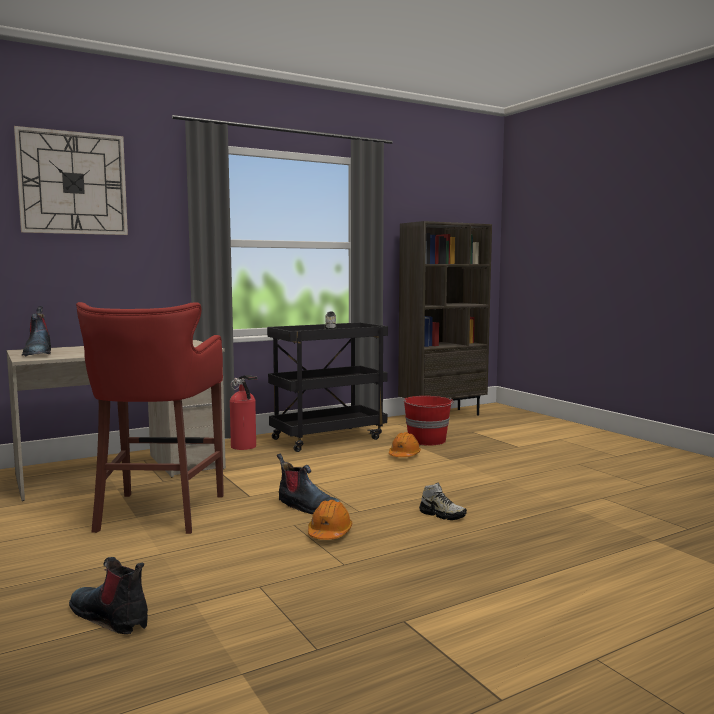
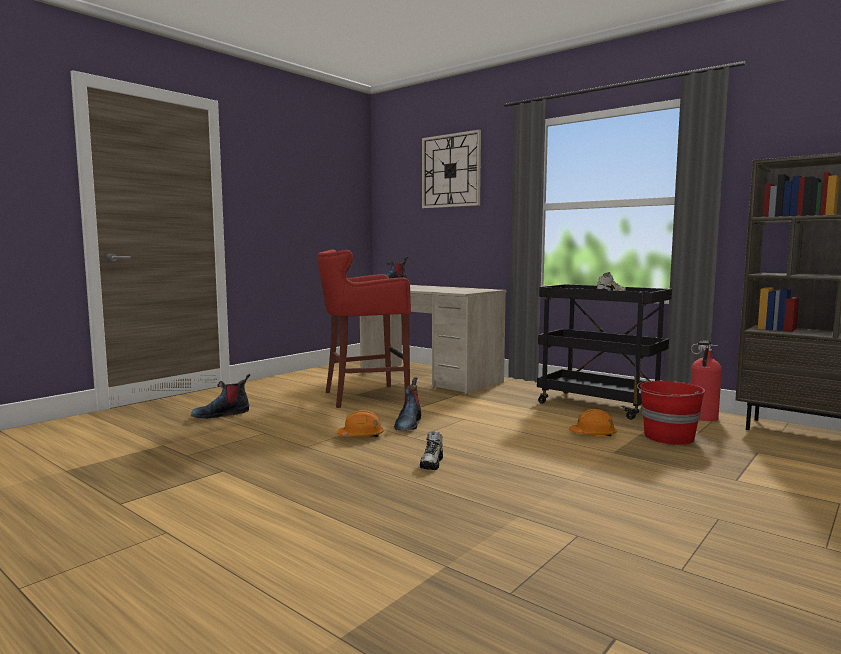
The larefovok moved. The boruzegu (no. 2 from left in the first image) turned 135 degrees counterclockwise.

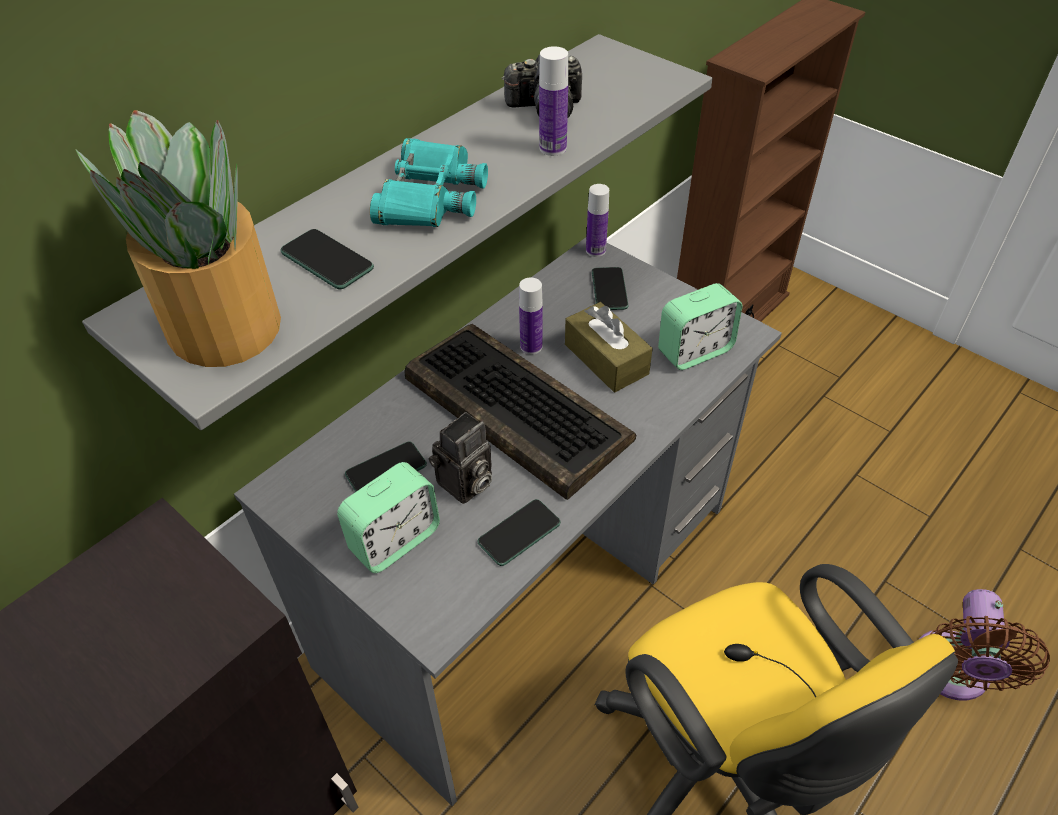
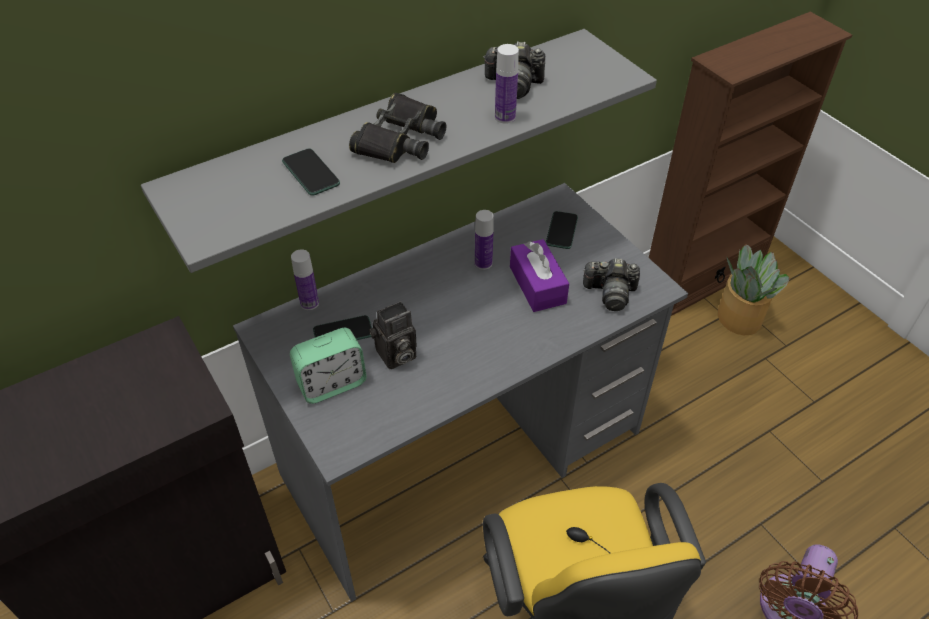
The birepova moved. The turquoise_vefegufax became the black_vefegufax. The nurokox (no. 3 from left in the first image) moved. The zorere (no. 2 from left) was replaced by the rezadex (no. 3 from left). The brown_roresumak became the purple_roresumak. The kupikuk disappeared. The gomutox (no. 3 from left) disappeared.

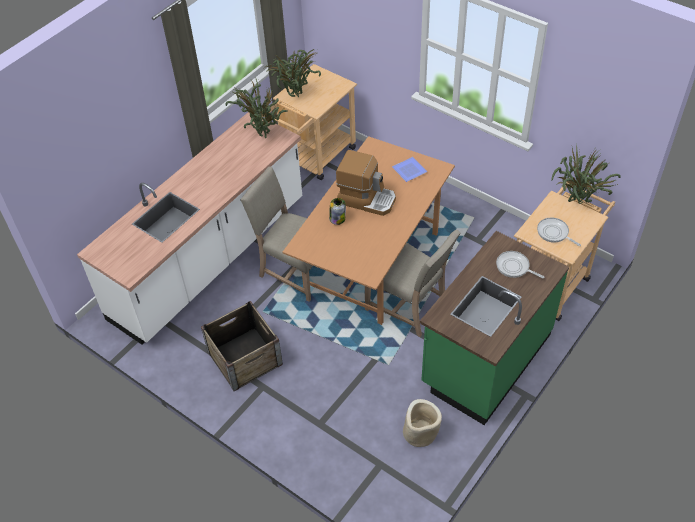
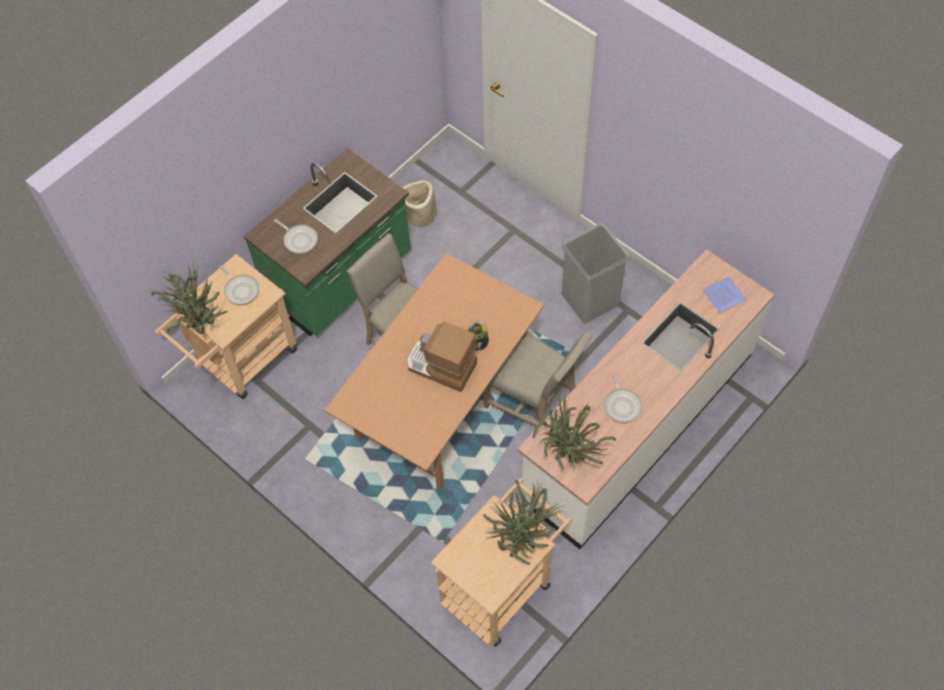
The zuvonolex moved. The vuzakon was replaced by the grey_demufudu. The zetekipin (no. 3 from left) appeared.

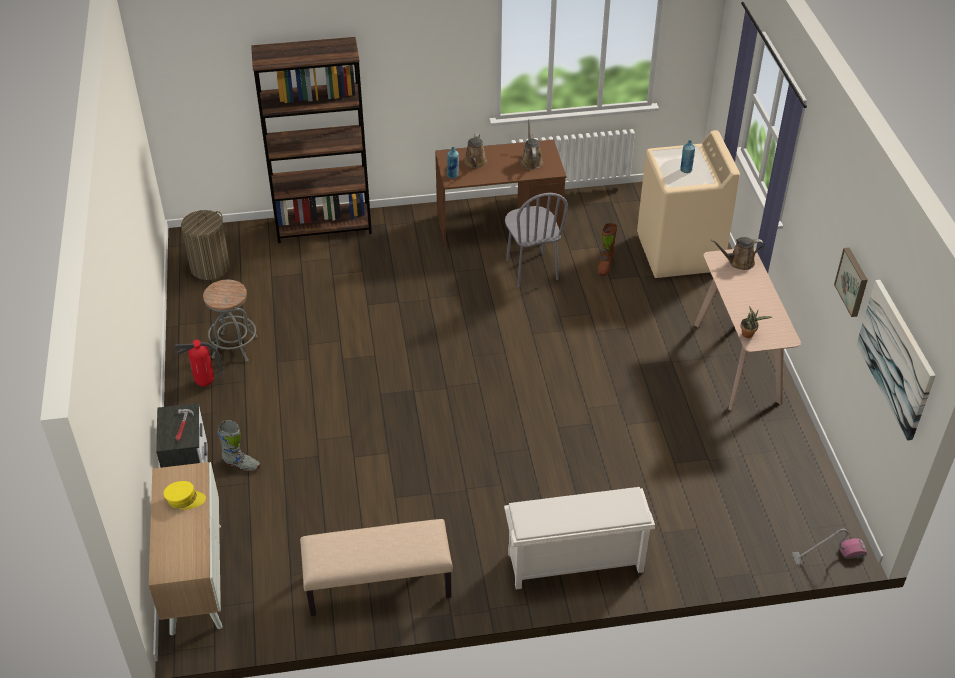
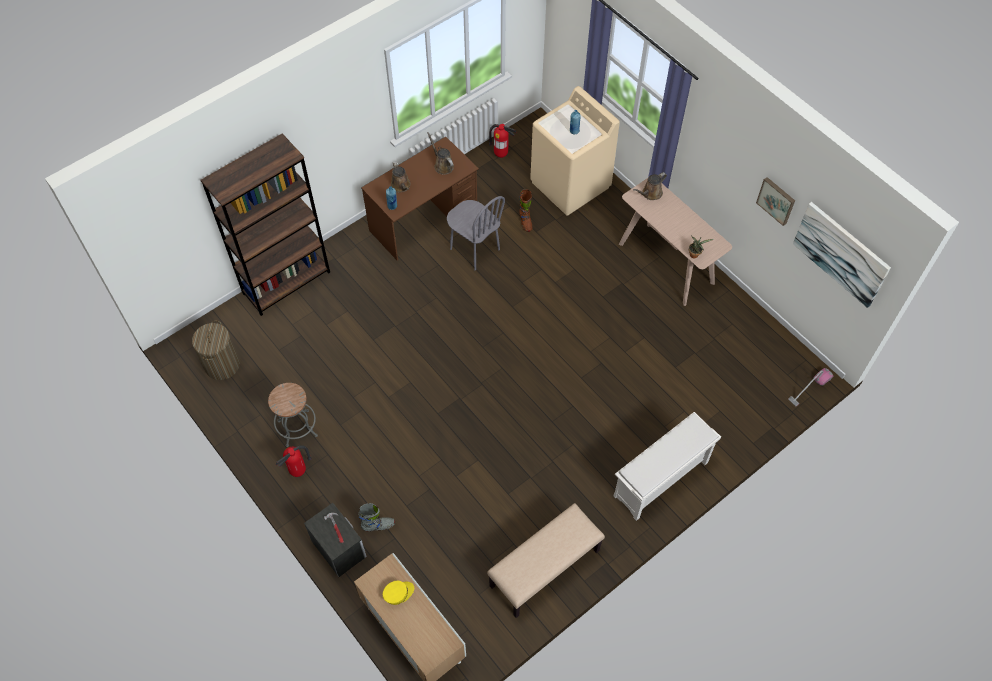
The larefovok (no. 2 from left) appeared.

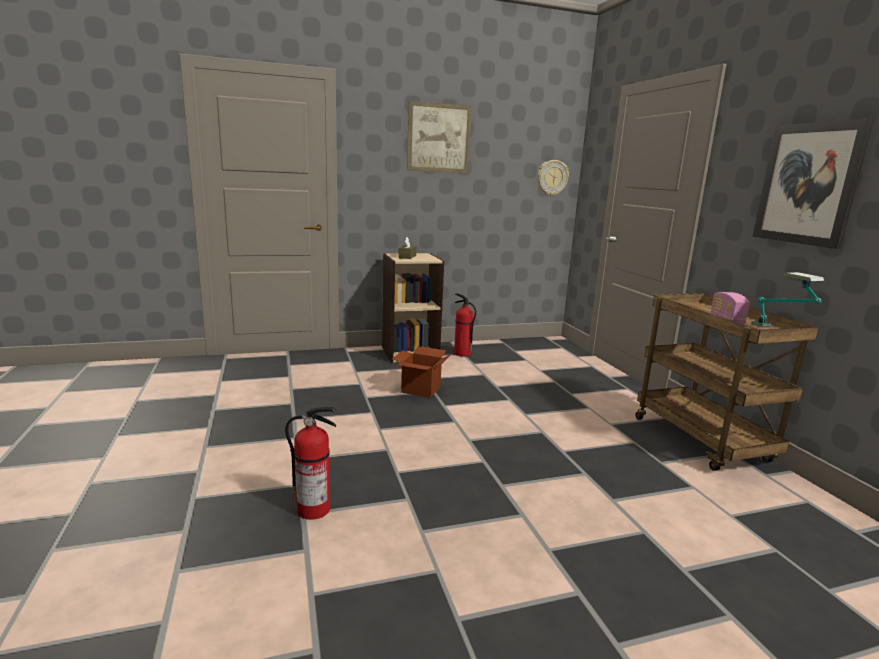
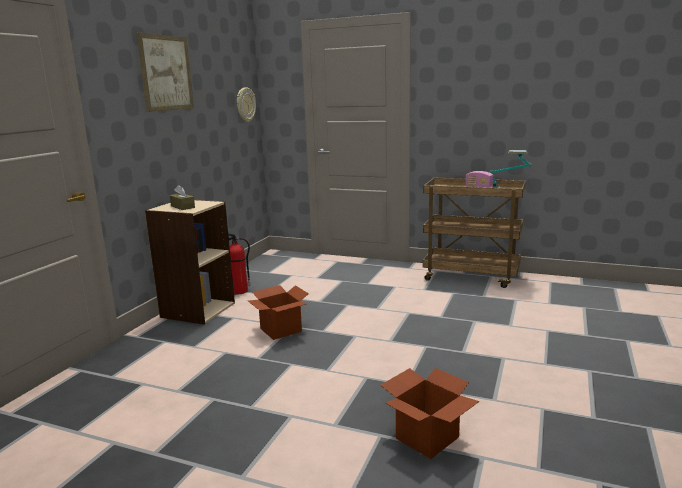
The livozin (no. 2 from left) disappeared. The larefovok (no. 1 from left) was replaced by the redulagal (no. 2 from left).

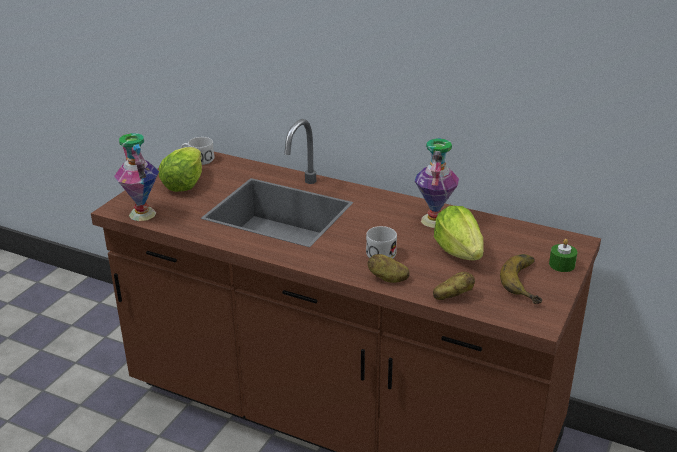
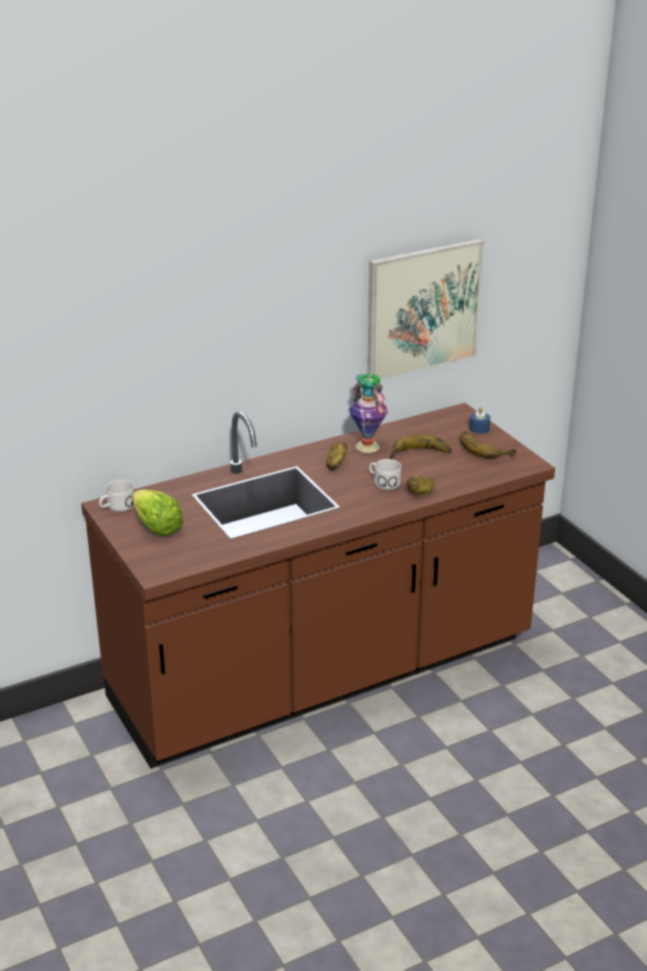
The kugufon (no. 1 from left) disappeared. The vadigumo (no. 2 from left) was replaced by the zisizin (no. 1 from left). The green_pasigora became the blue_pasigora. The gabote (no. 2 from left in the first image) moved. The livozin appeared.

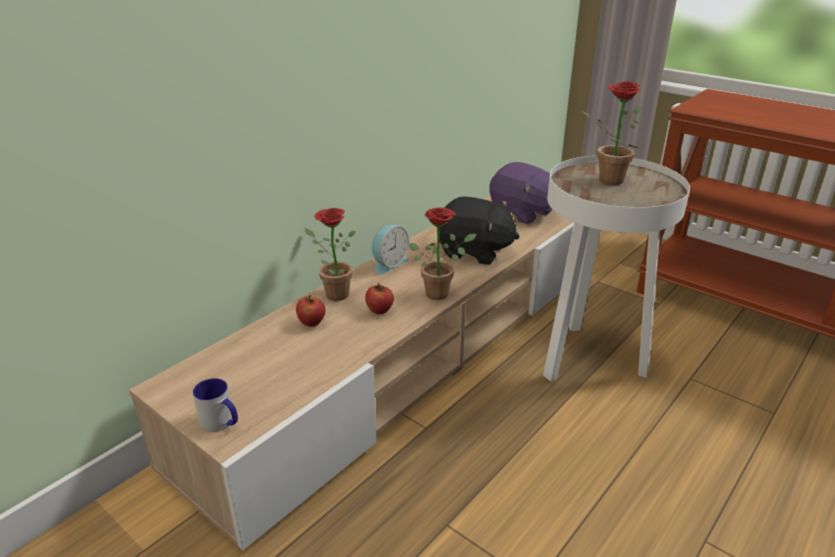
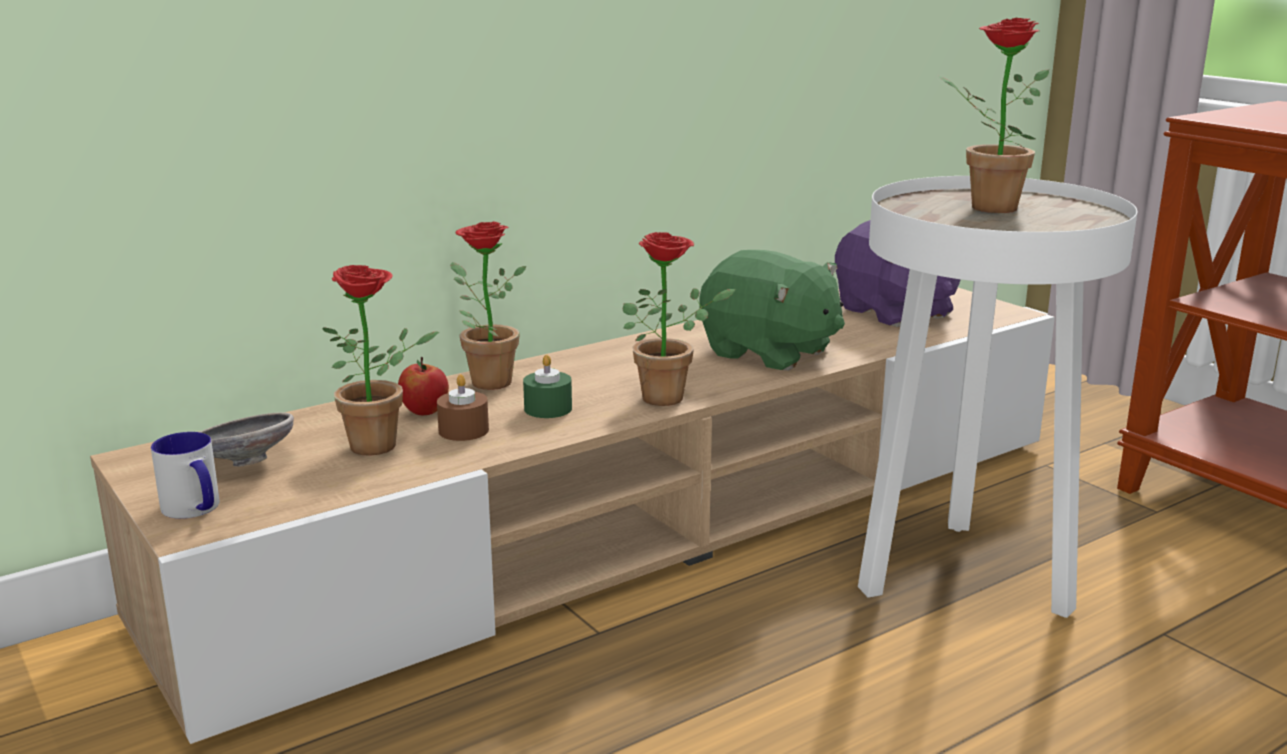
The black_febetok became the green_febetok. The zorere disappeared. The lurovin (no. 2 from left) was replaced by the green_pasigora. The birepova (no. 1 from left) appeared. The brown_pasigora appeared. The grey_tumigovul appeared.

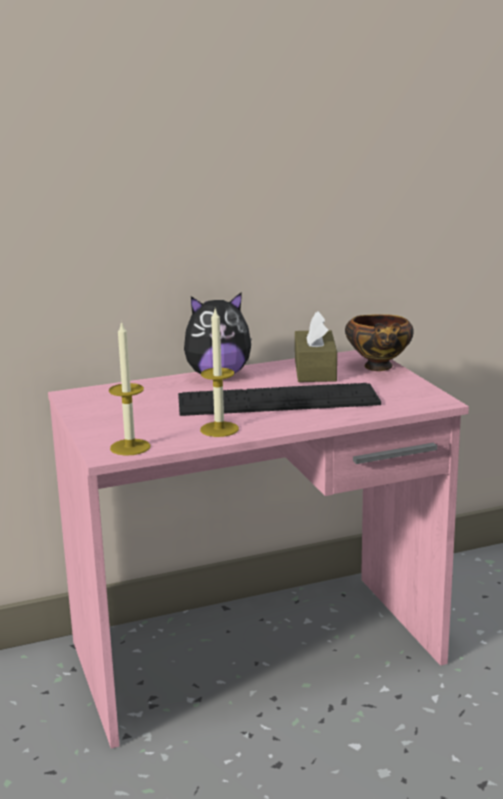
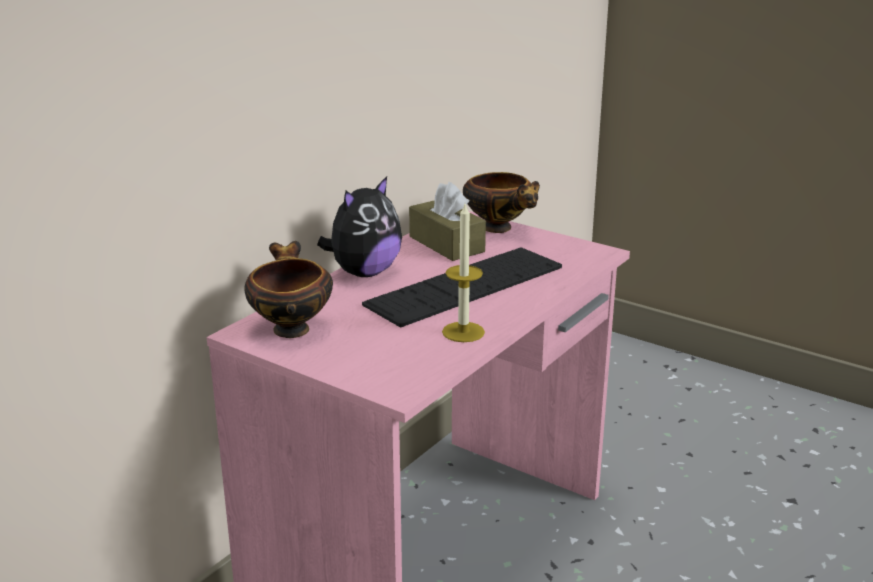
The pasigora (no. 1 from left) disappeared. The tumigovul (no. 1 from left) appeared.

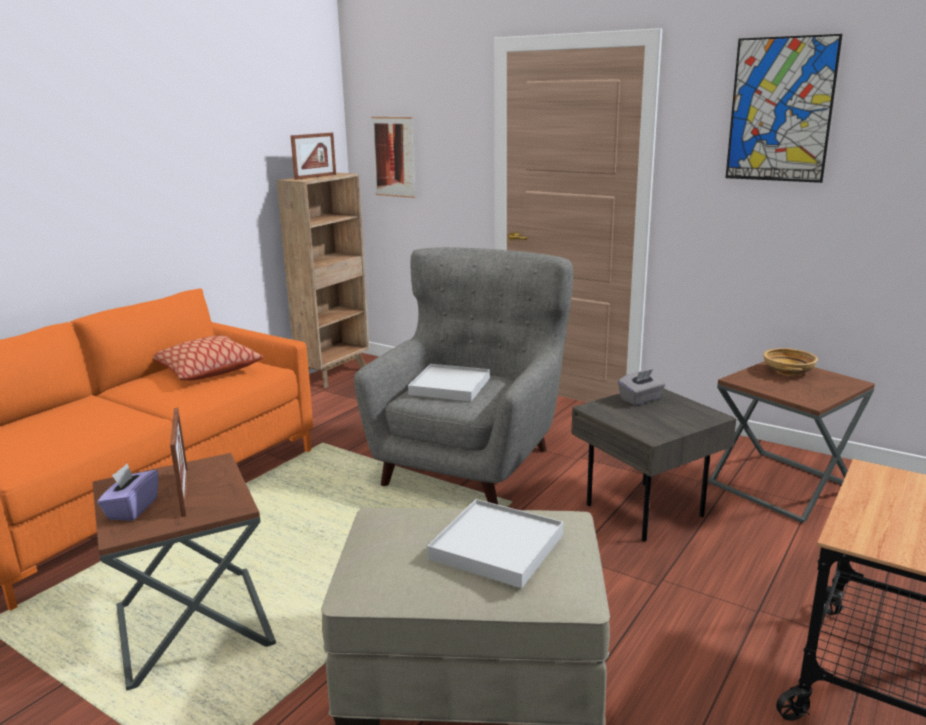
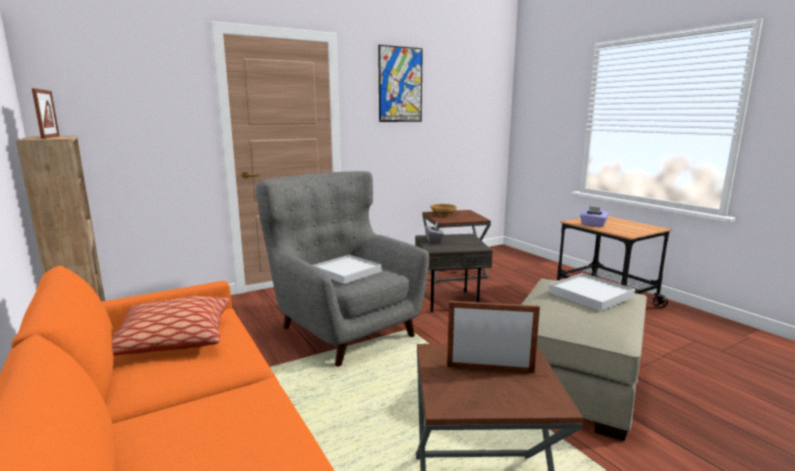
The livozin (no. 1 from left) disappeared. The purple_roresumak moved.

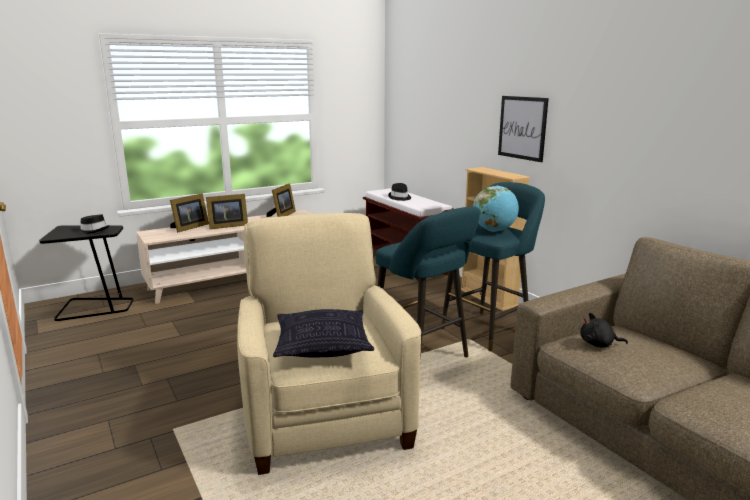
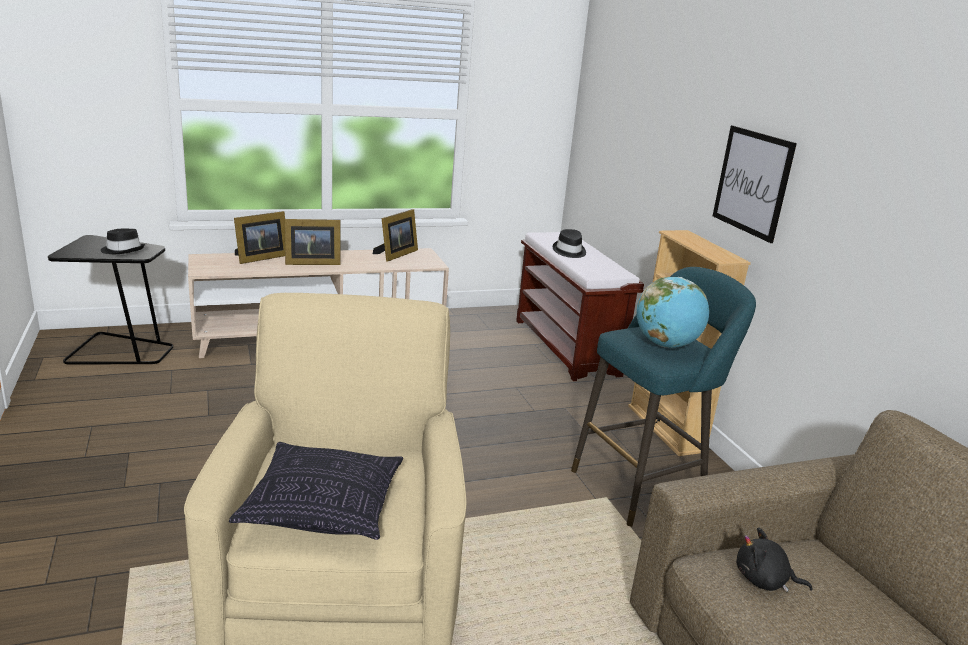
The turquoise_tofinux (no. 1 from left) disappeared.

